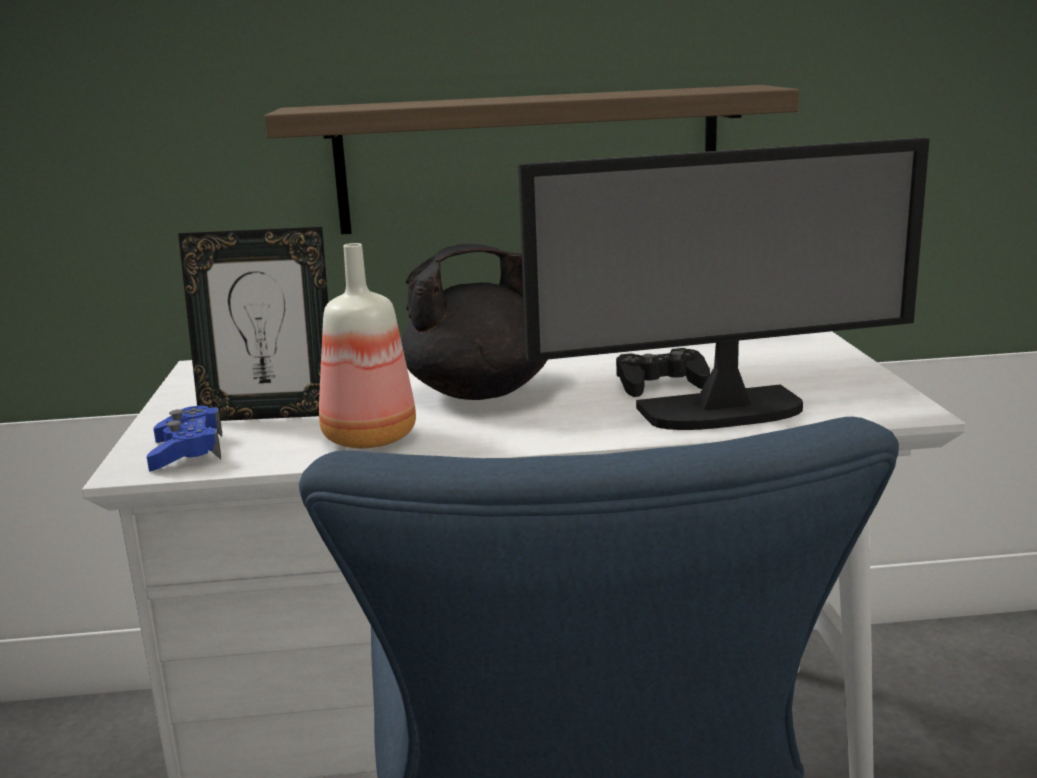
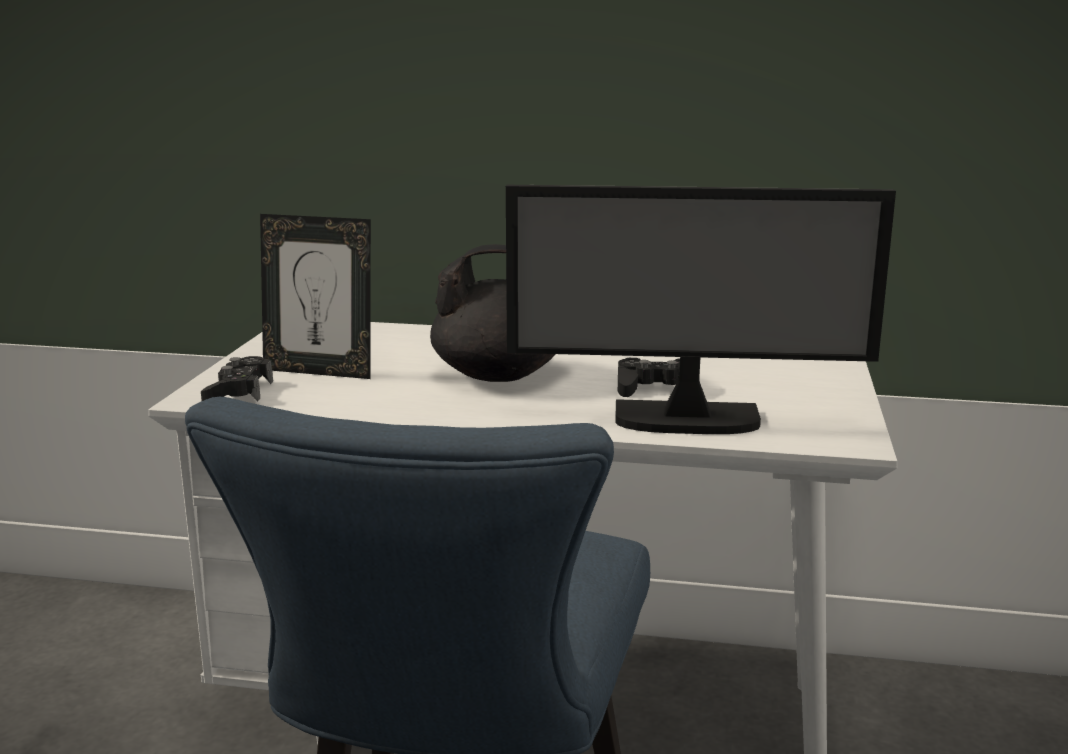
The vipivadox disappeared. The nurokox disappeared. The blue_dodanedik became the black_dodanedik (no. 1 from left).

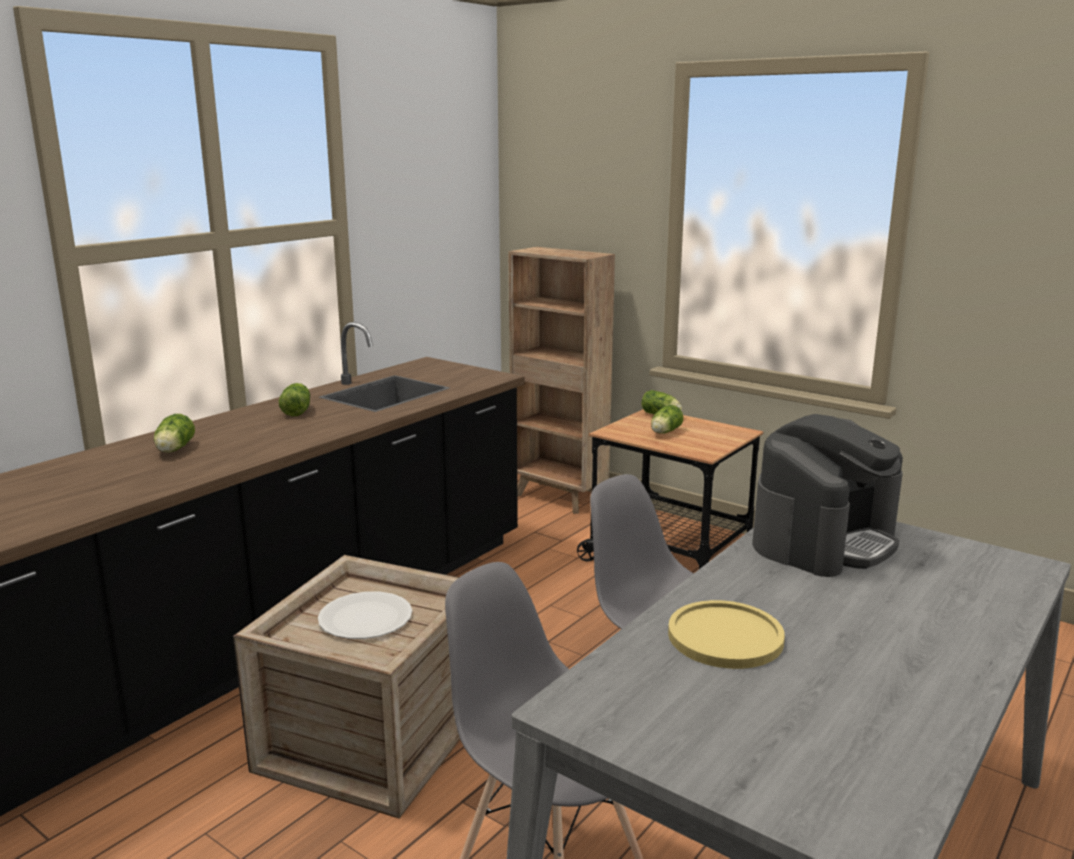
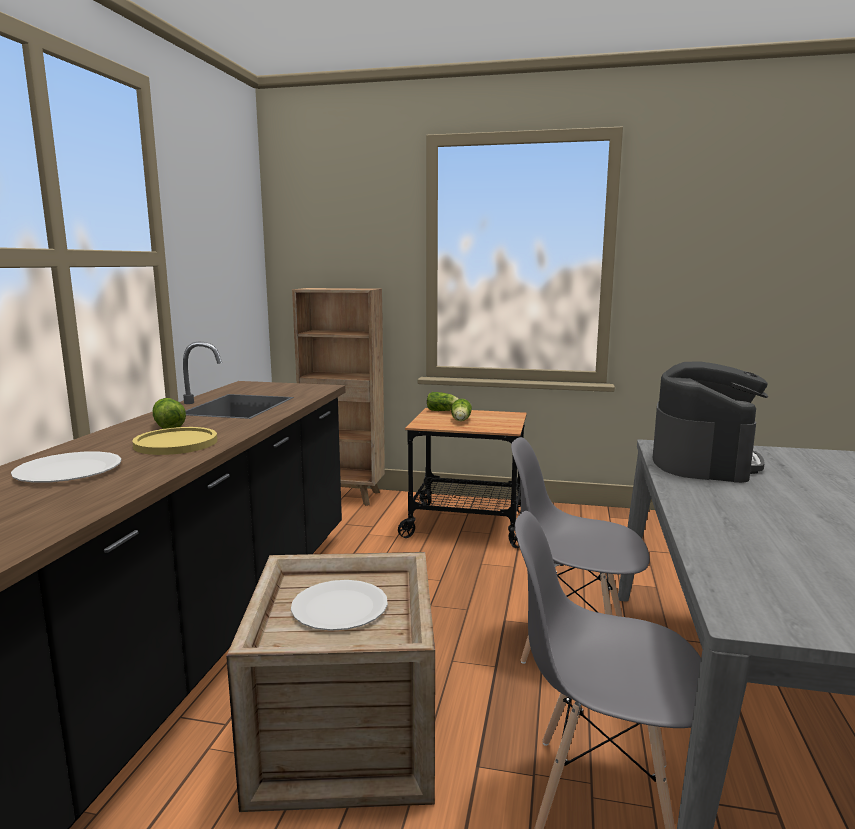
The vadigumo (no. 1 from left) was replaced by the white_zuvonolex (no. 1 from left). The yellow_zuvonolex moved.

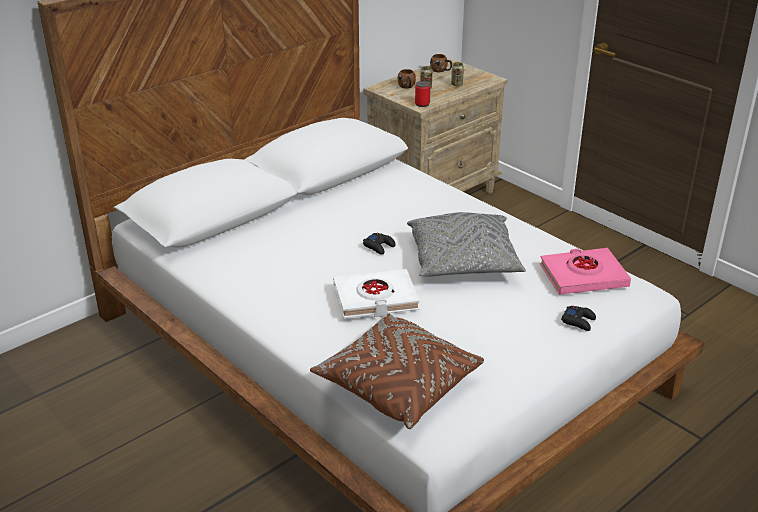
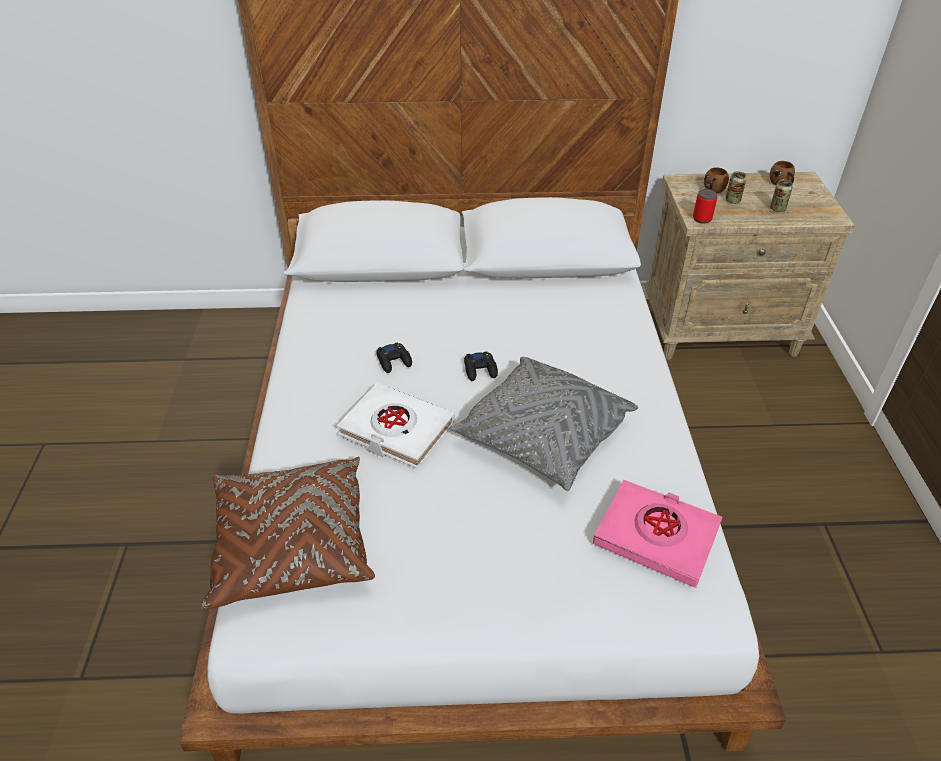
The black_dodanedik (no. 2 from left in the first image) moved.

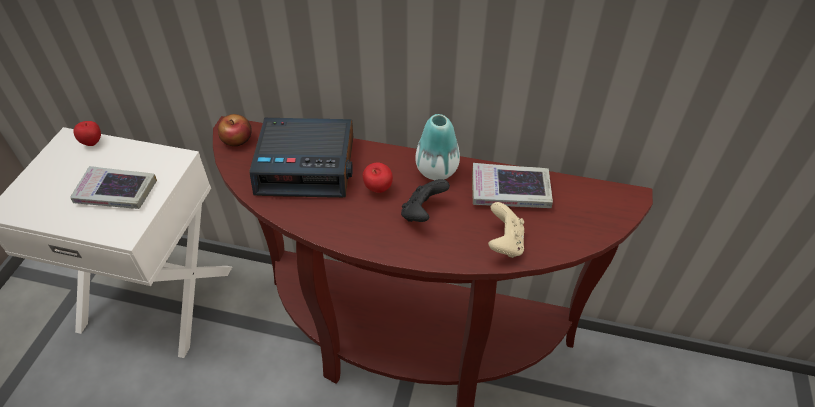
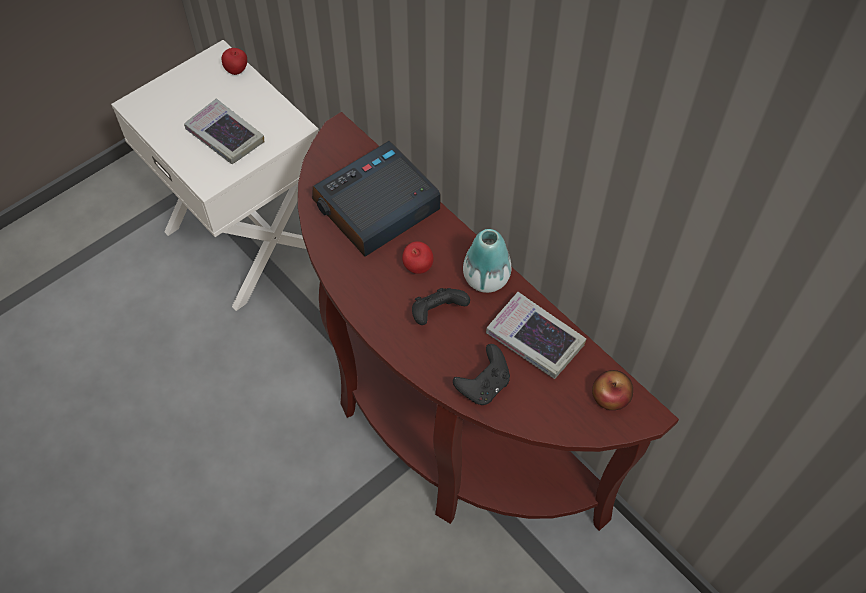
The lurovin (no. 2 from left in the first image) moved. The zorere turned 105 degrees clockwise. The beige_dodanedik became the black_dodanedik (no. 2 from left).

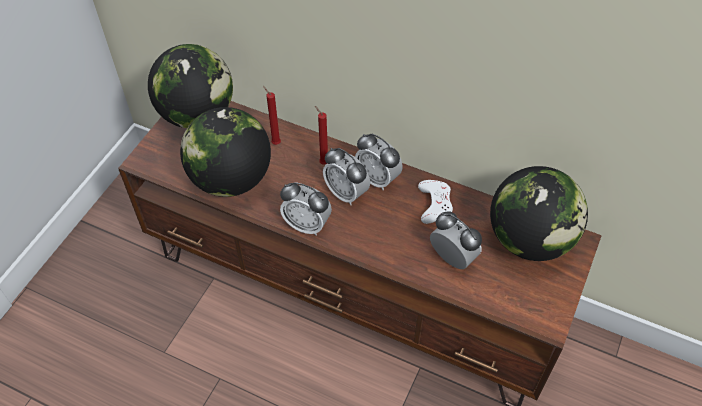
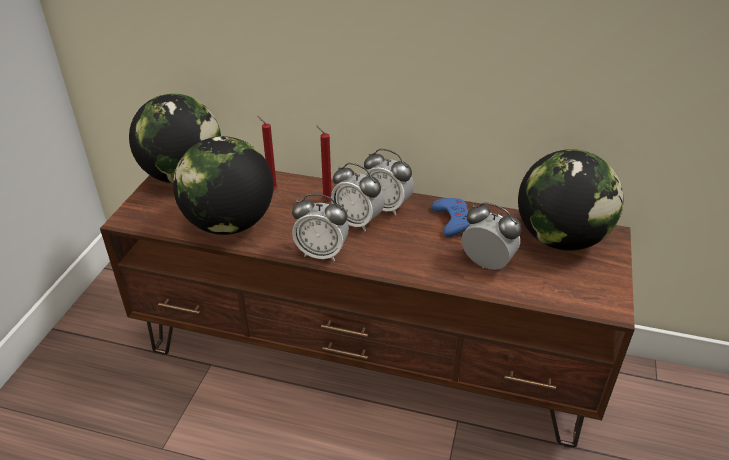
The white_dodanedik became the blue_dodanedik.

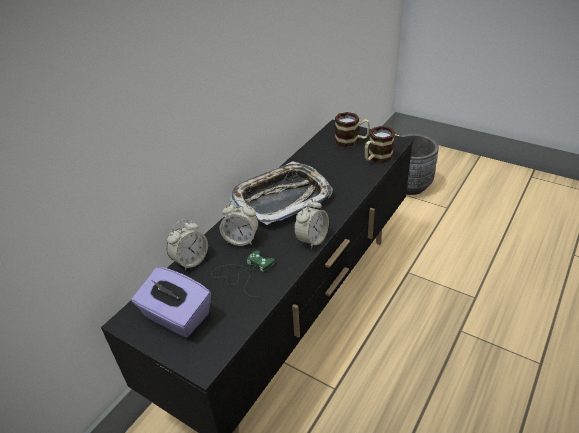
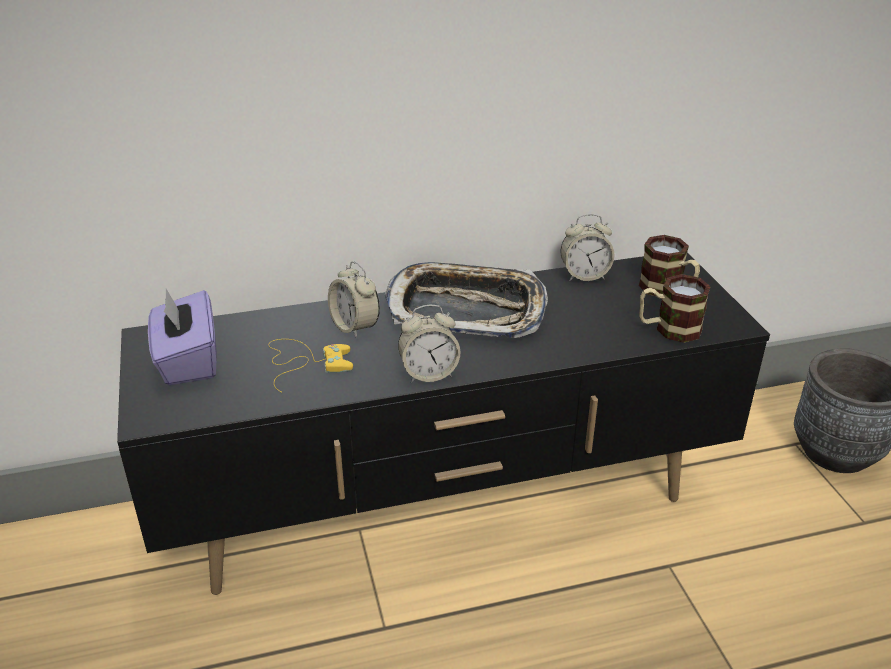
The zorere (no. 1 from left in the first image) moved. The green_dodanedik became the yellow_dodanedik.

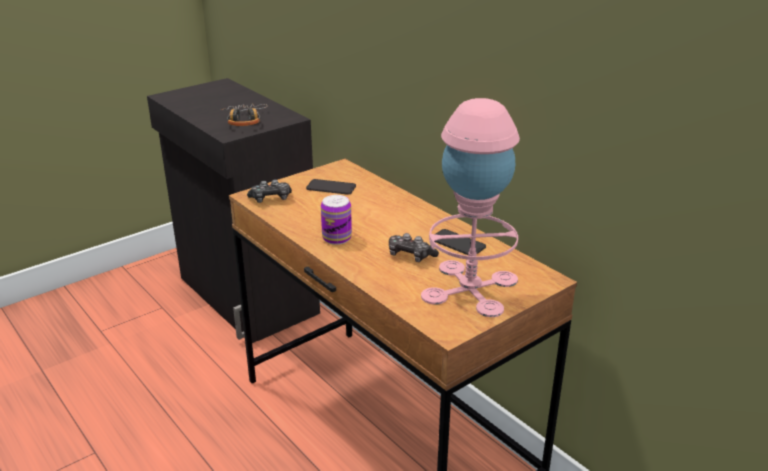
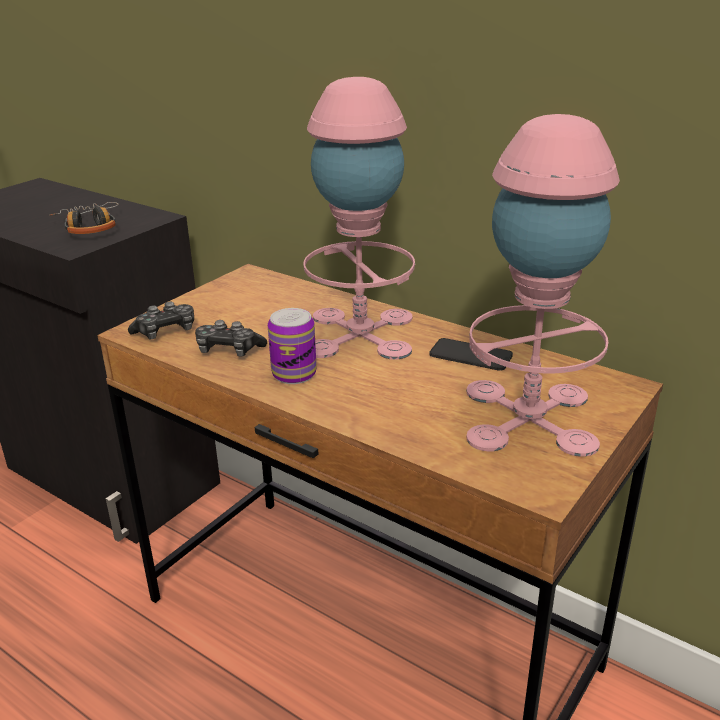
The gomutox (no. 1 from left) disappeared. The dodanedik (no. 2 from left) moved. The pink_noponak (no. 1 from left) appeared.

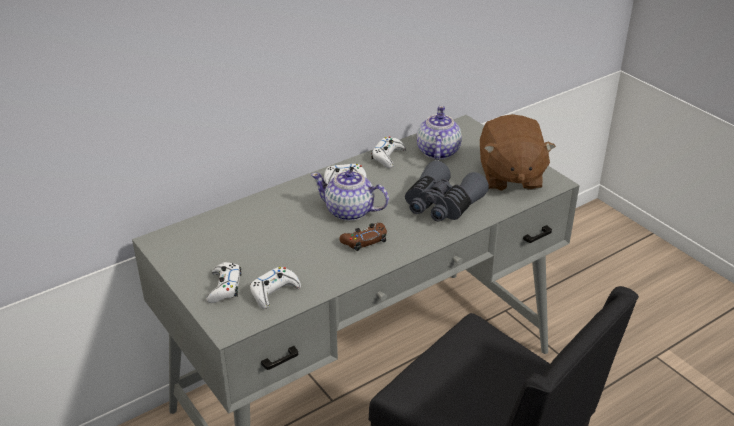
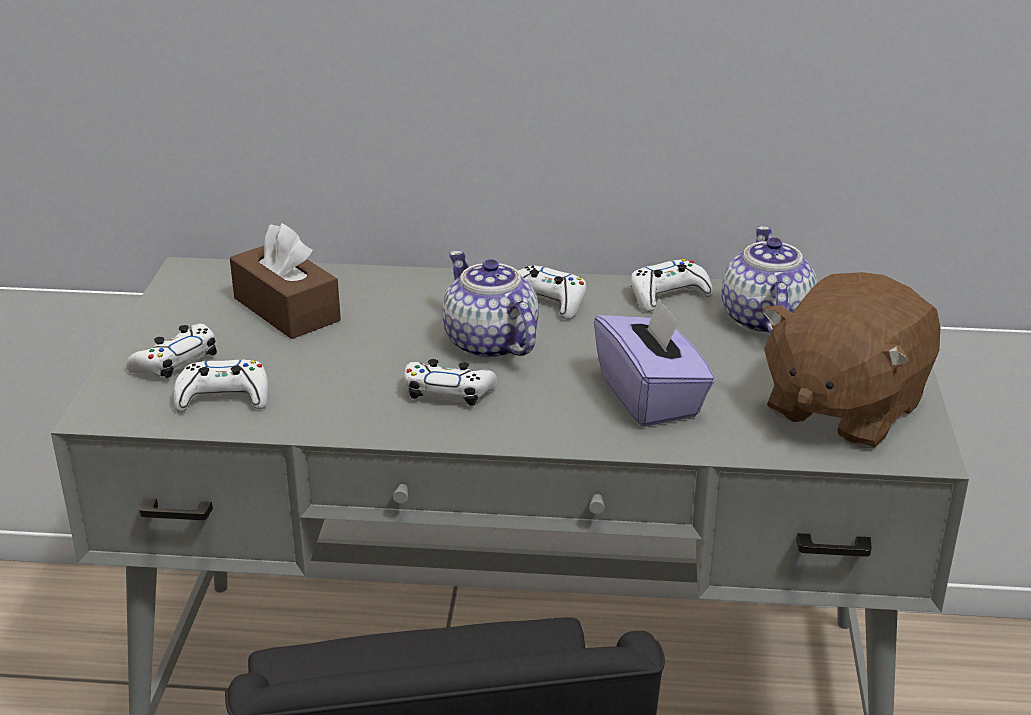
The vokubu (no. 2 from left) turned 45 degrees counterclockwise. The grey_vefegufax was replaced by the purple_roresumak. The brown_dodanedik became the white_dodanedik (no. 3 from left). The brown_roresumak appeared.

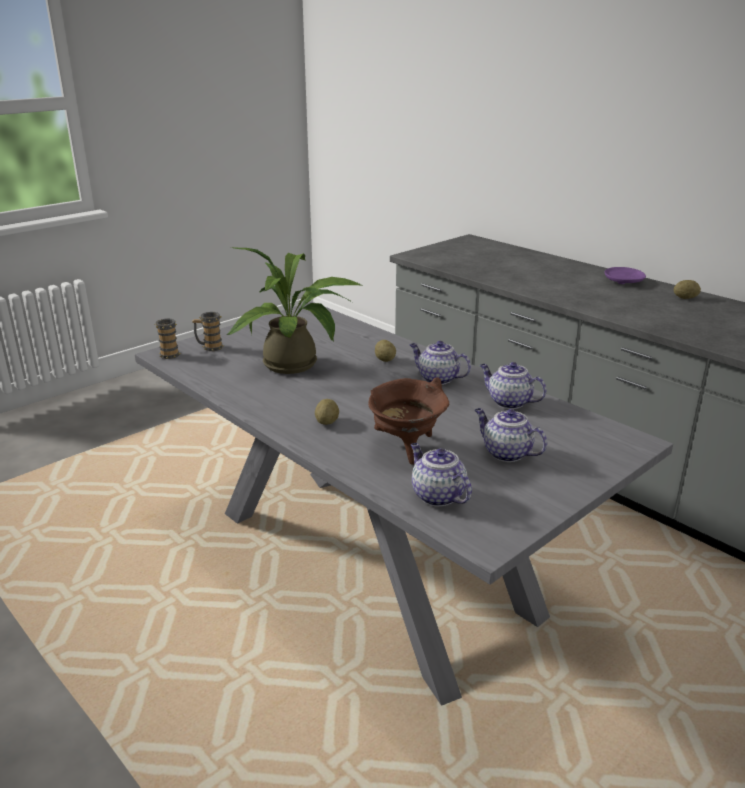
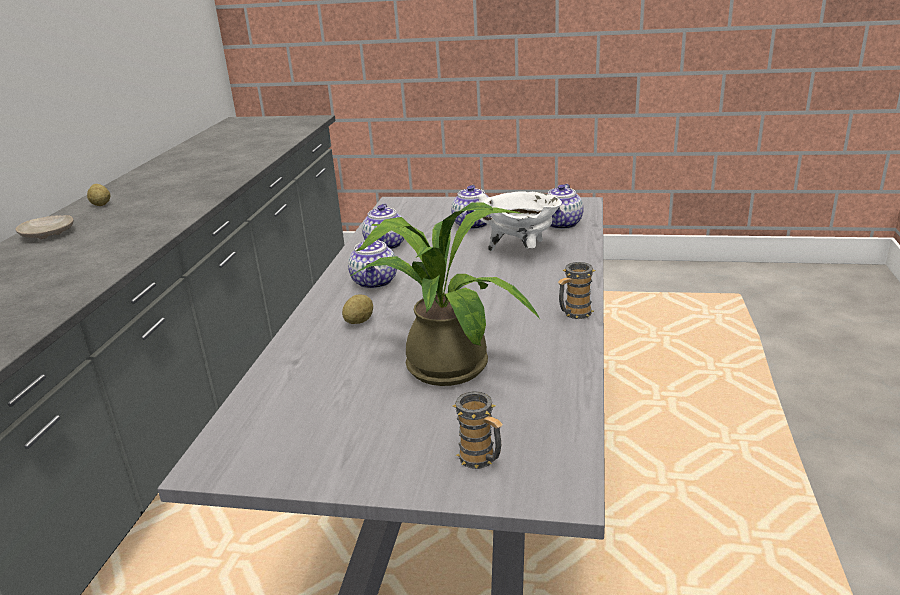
The purple_zuvonolex became the beige_zuvonolex. The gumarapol (no. 1 from left in the first image) moved. The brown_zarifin became the white_zarifin. The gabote (no. 1 from left) disappeared.

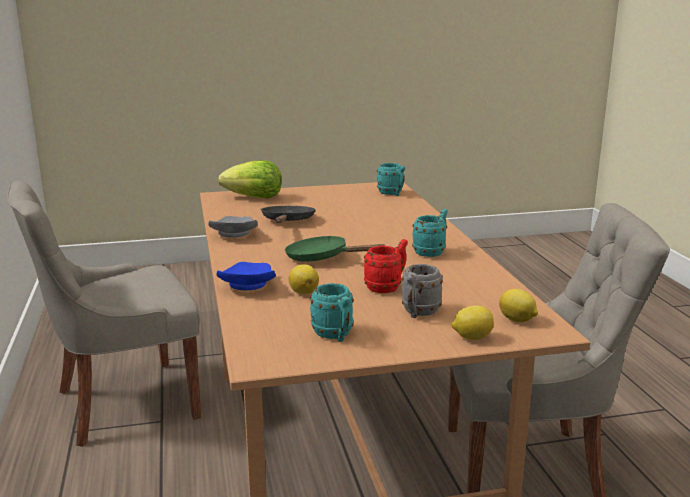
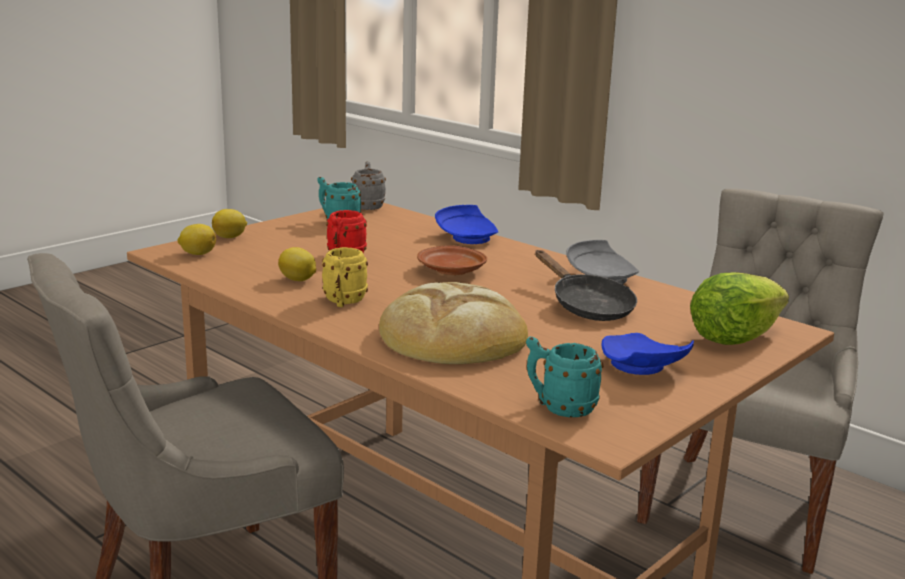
The turquoise_gumarapol (no. 3 from left) became the yellow_gumarapol. The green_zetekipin was replaced by the brown_zuvonolex. The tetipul (no. 1 from left in the first image) moved. The grey_gumarapol moved. The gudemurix appeared. The blue_zuvonolex (no. 2 from left) appeared.

